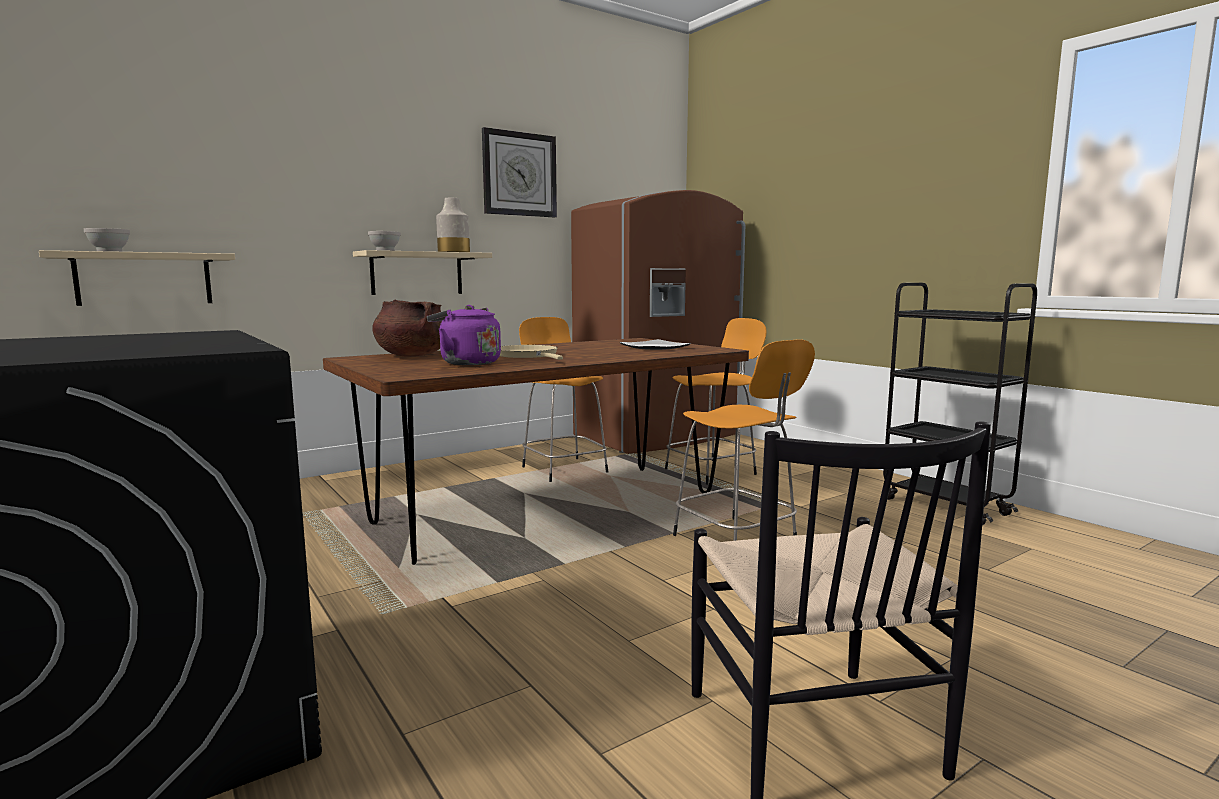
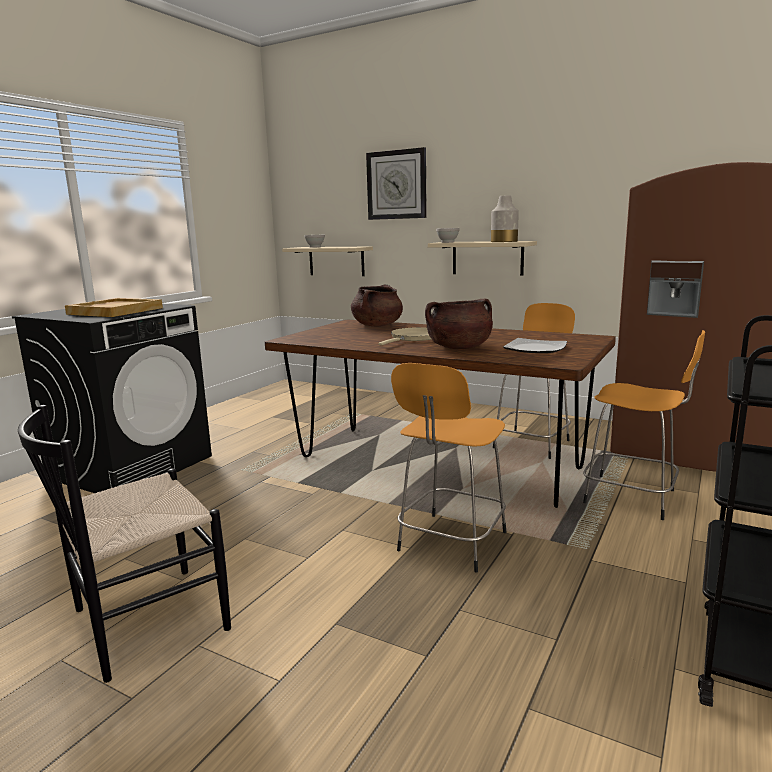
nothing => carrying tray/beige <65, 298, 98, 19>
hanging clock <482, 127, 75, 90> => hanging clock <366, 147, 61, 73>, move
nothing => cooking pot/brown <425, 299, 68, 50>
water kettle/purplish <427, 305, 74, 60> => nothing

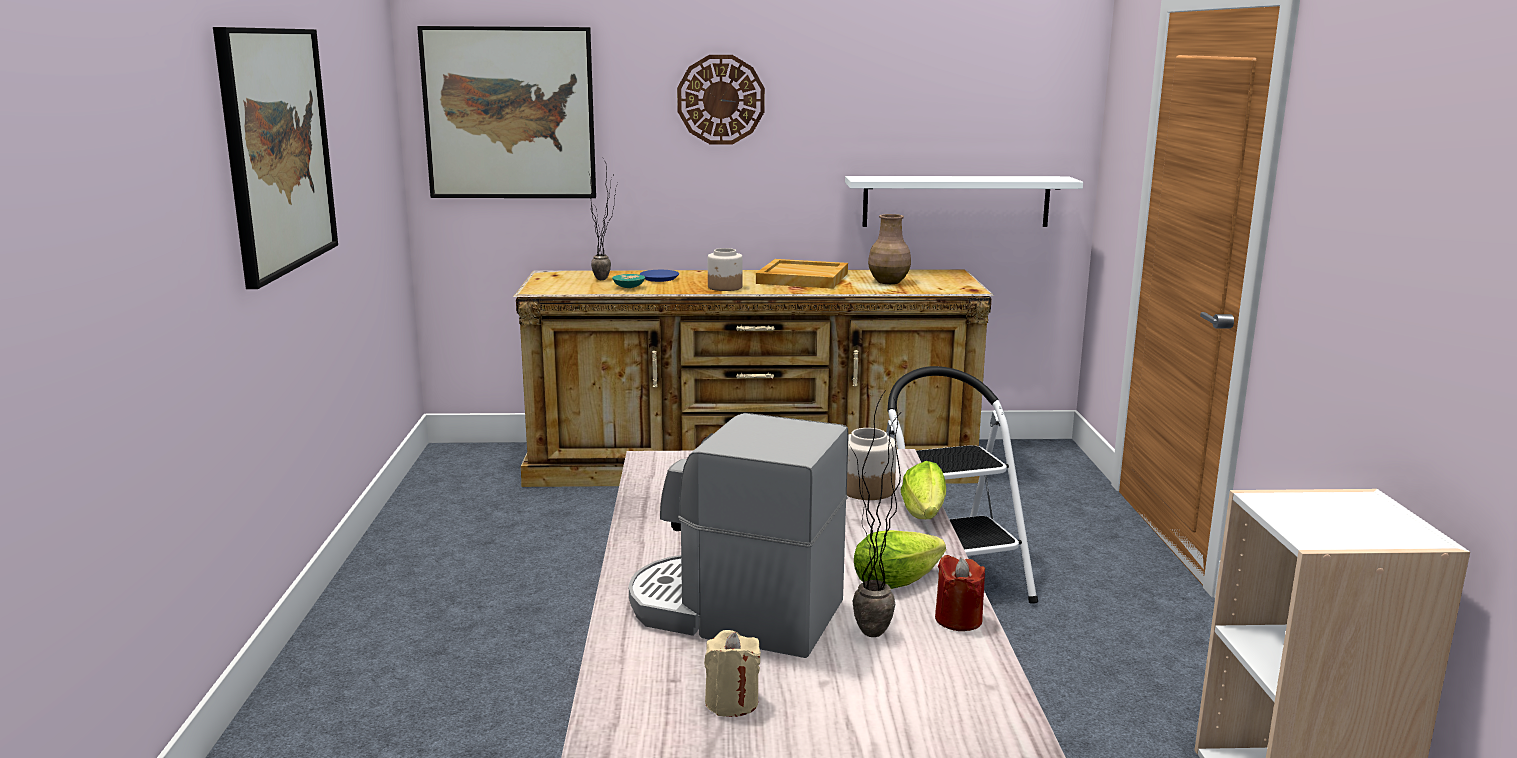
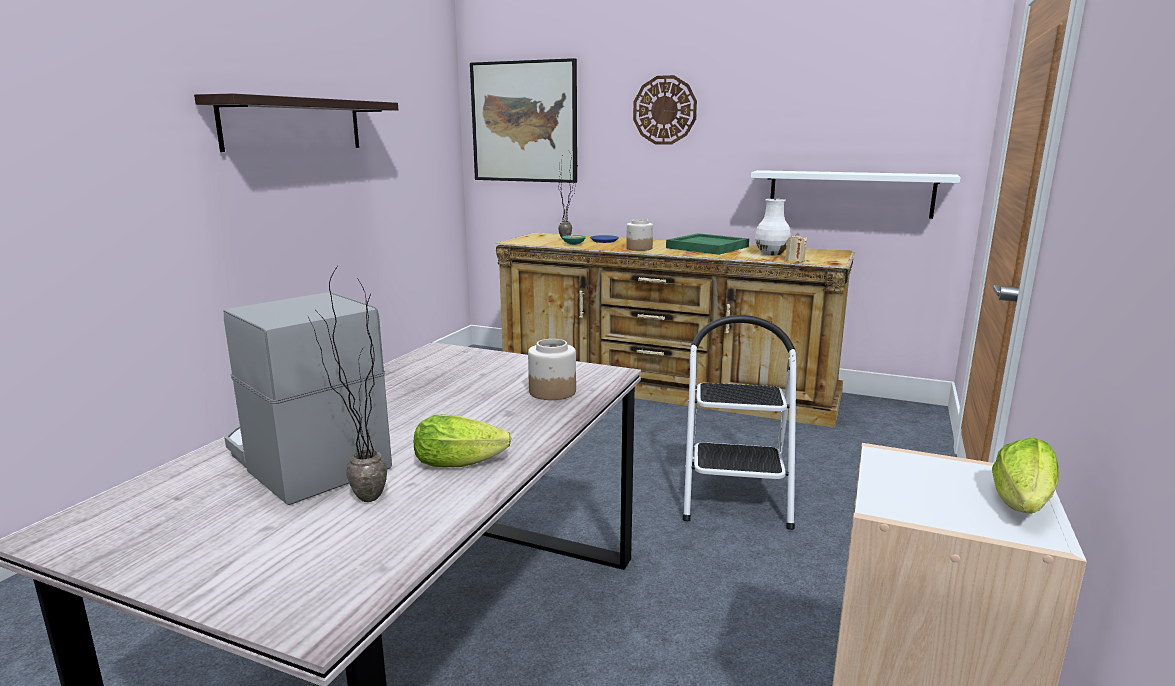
wall art <213, 27, 125, 262> => bracket shelf <194, 93, 204, 59>
carrying tray/beige <756, 259, 92, 30> => carrying tray/greenish <666, 233, 83, 22>
flower vase/brown <868, 214, 43, 70> => flower vase/white <755, 199, 36, 56>
wax candle/beige <704, 630, 57, 87> => wax candle/beige <785, 233, 22, 29>, move
head of lettuce <901, 461, 45, 58> => head of lettuce <992, 437, 67, 77>, move
wax candle/red-coloured <935, 555, 50, 76> => nothing

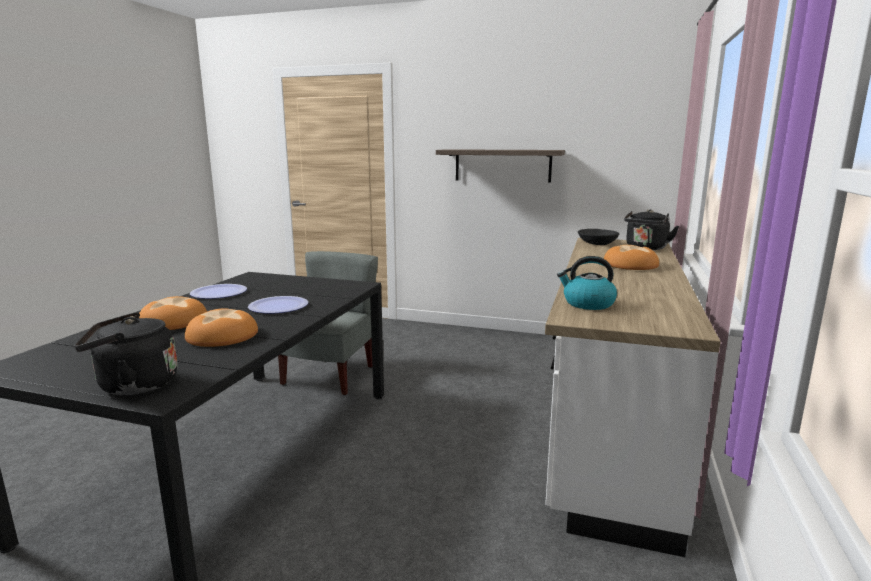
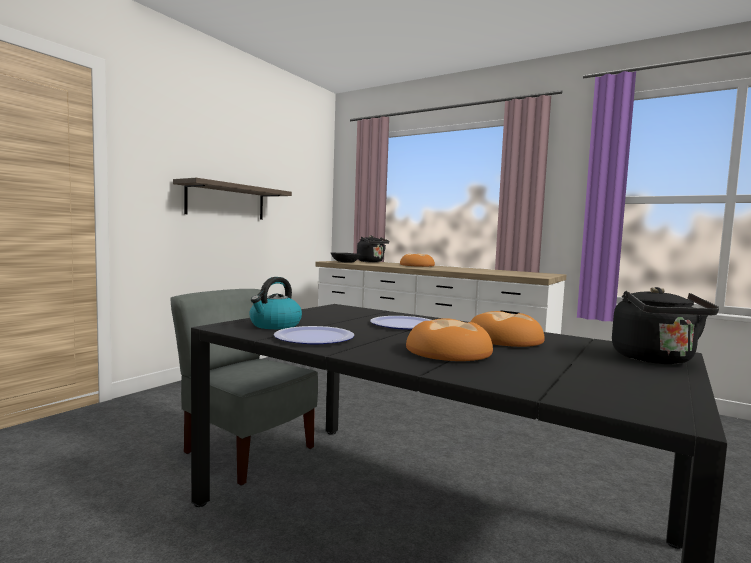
water kettle <557, 256, 60, 54> => water kettle <249, 277, 53, 52>, move

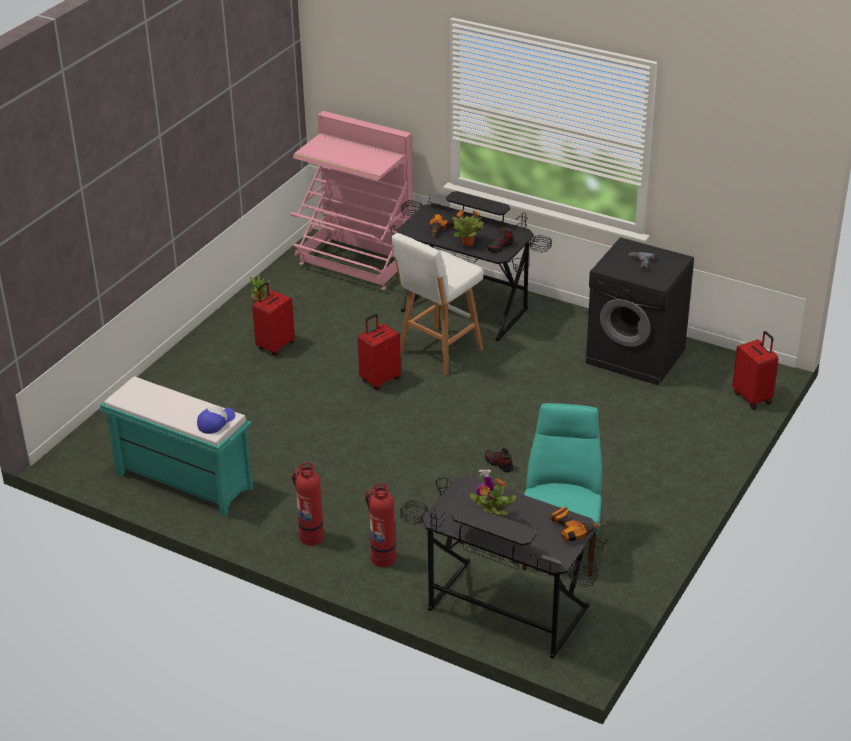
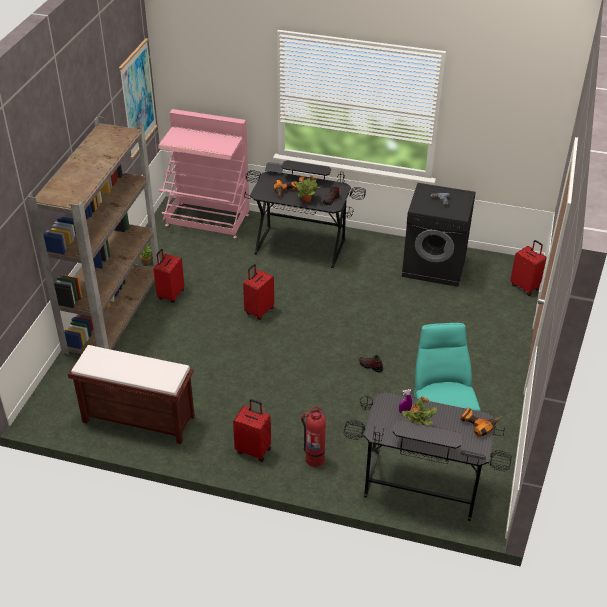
nothing => shelving unit/brown <27, 116, 133, 238>
long seat/turquoise-coloured <100, 376, 153, 140> => long seat/brown <68, 345, 127, 99>
nothing => wall art <119, 38, 38, 121>
fire extinguisher <292, 463, 32, 83> => travel case/red-coloured <233, 399, 38, 63>
peaked cap <197, 406, 38, 28> => nothing
stool/white <392, 233, 91, 142> => nothing

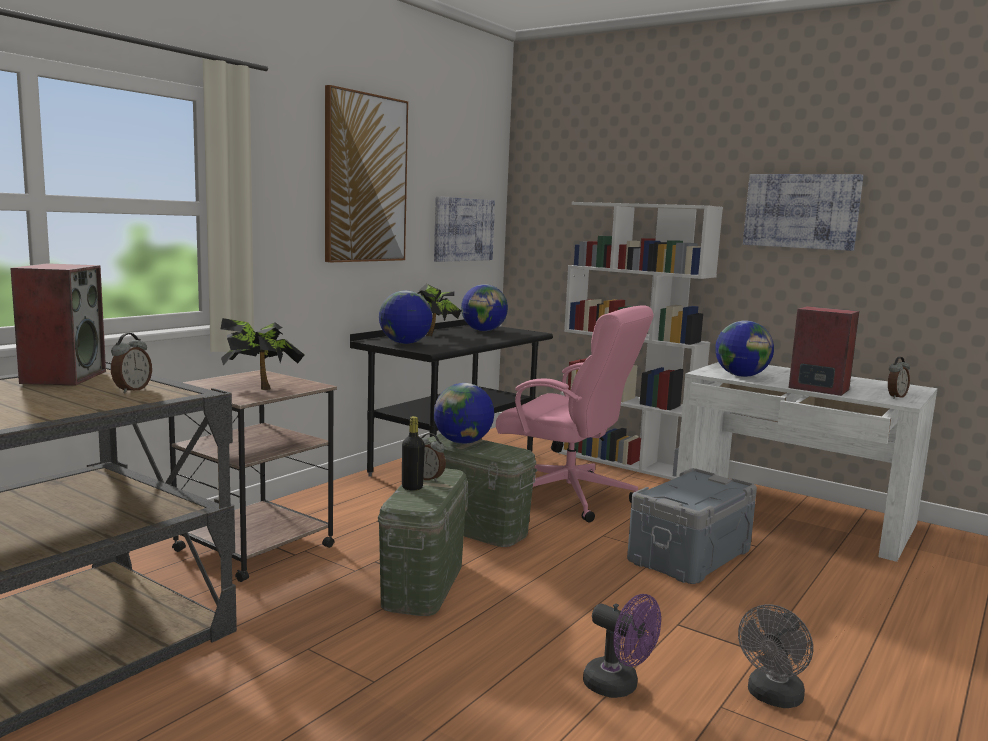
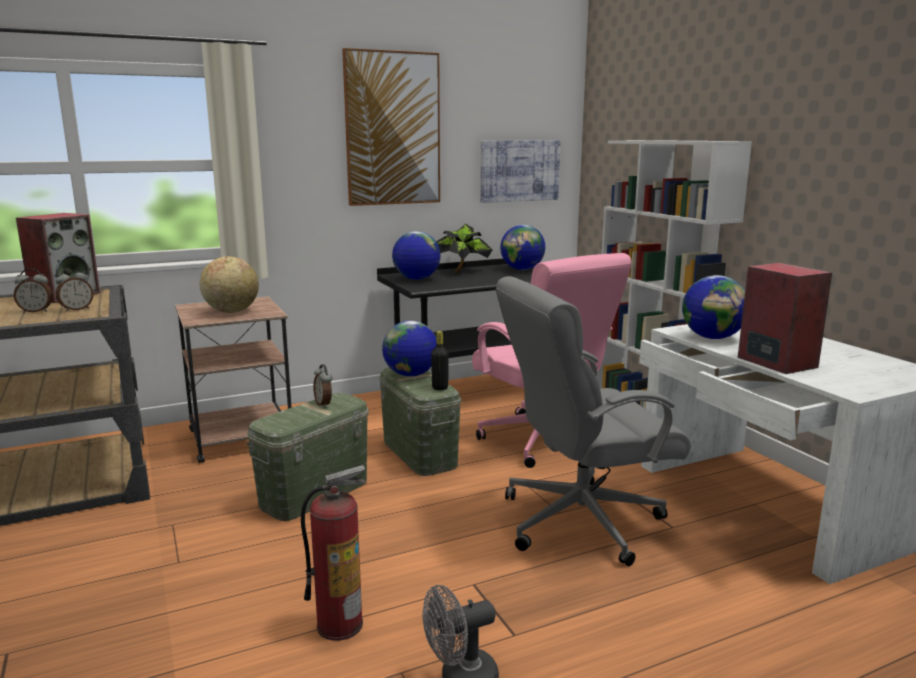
alarm clock <888, 357, 22, 42> => alarm clock <14, 269, 39, 44>, move
houseplant <221, 318, 84, 72> => desk globe <200, 256, 59, 57>
cooling fan/purplish <583, 594, 78, 104> => fire extinguisher <301, 465, 65, 176>
beverage bottle/blackish <402, 416, 23, 75> => beverage bottle/blackish <431, 331, 18, 59>, move
storage container/grey <627, 468, 130, 116> => desk chair/grey <496, 276, 195, 290>
wall art <743, 174, 120, 77> => nothing

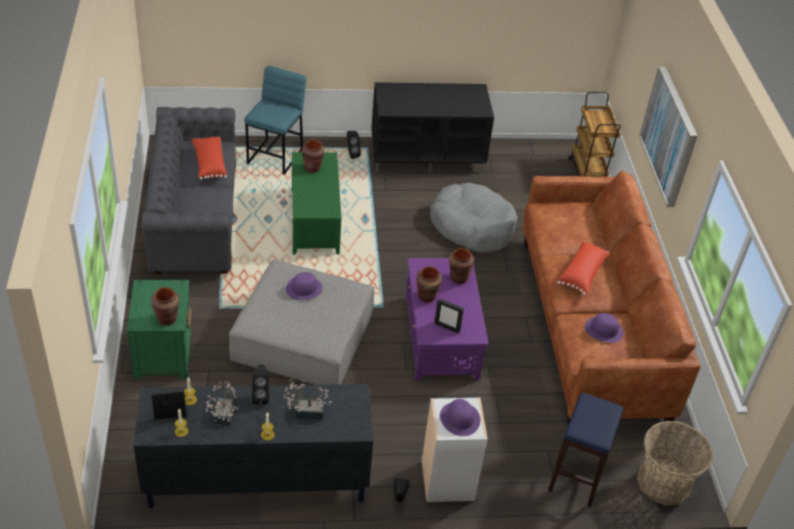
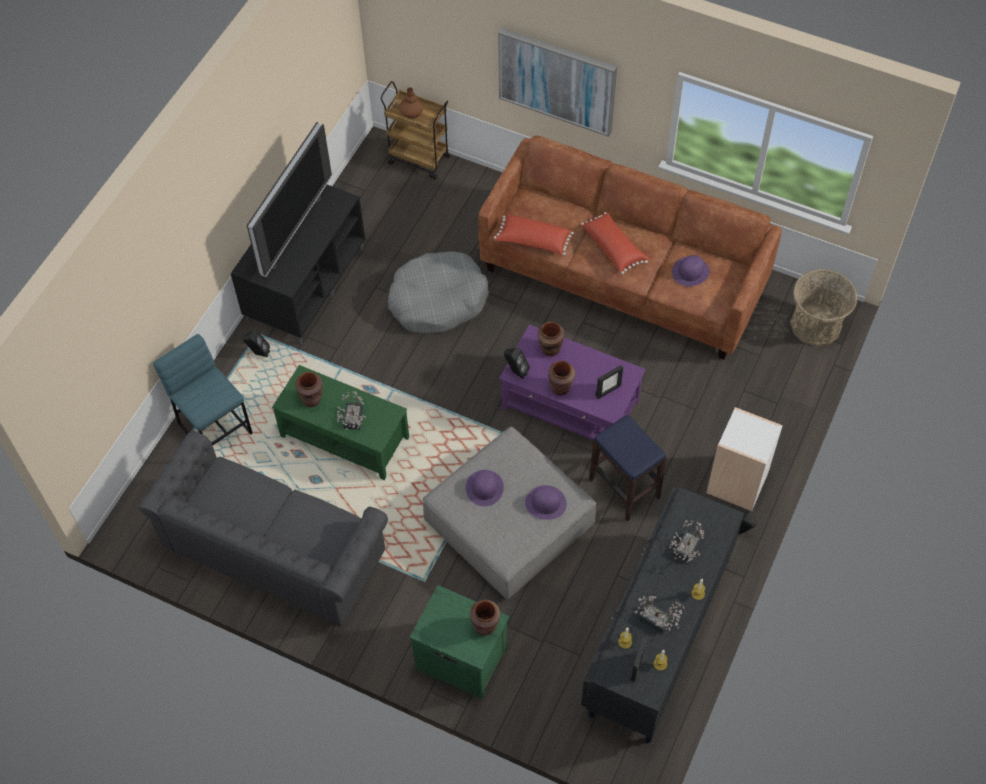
nothing => TV set <247, 122, 85, 155>
nothing => houseplant <337, 391, 29, 39>
nothing => flower vase/brown <399, 87, 24, 31>
cushion/red-coloured <191, 137, 36, 43> => cushion/red-coloured <494, 215, 80, 40>, move
loudspeaker/blackish <252, 364, 17, 41> => loudspeaker/blackish <504, 348, 26, 31>, move
wearable hat/purplish <440, 399, 40, 37> => wearable hat/purplish <525, 485, 42, 35>, move
stool <548, 393, 75, 114> => stool <589, 415, 77, 107>, move

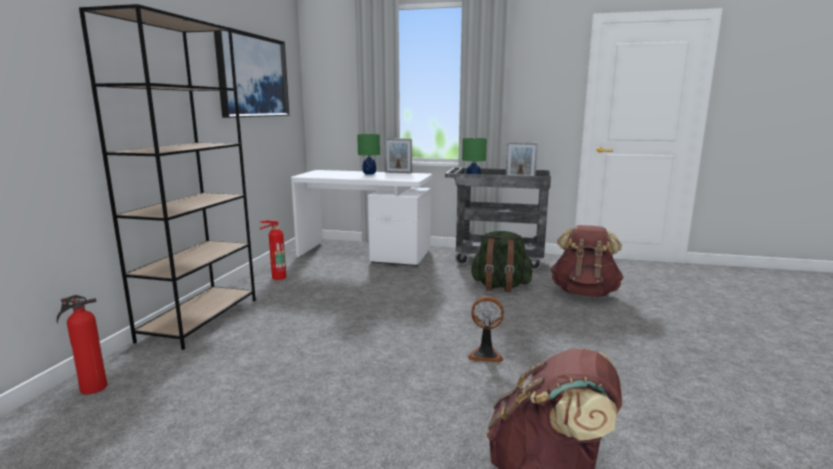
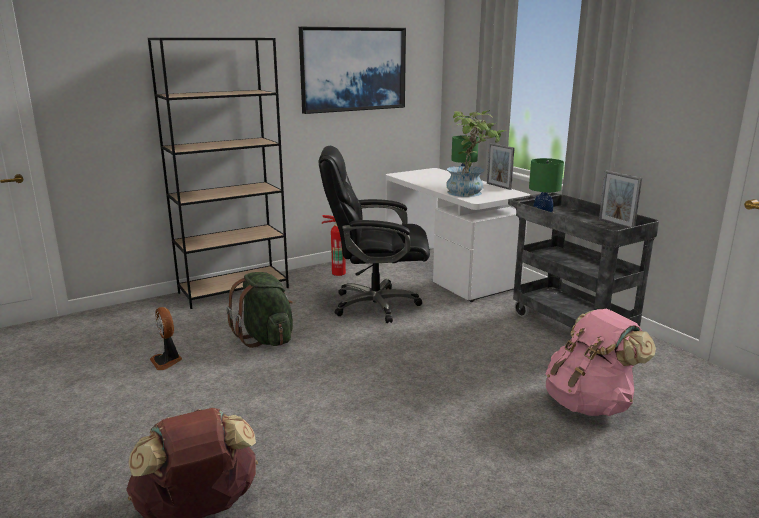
cooling fan <468, 296, 36, 67> => cooling fan <150, 307, 32, 63>, move
rucksack/greenish <470, 231, 63, 61> => rucksack/greenish <227, 272, 66, 76>, move
nothing => desk chair/blackish <319, 146, 111, 177>
nothing => houseplant <446, 110, 59, 87>
rucksack/brown <551, 225, 72, 72> => rucksack/pinkish <545, 309, 111, 107>
fire extinguisher <57, 295, 50, 100> => nothing

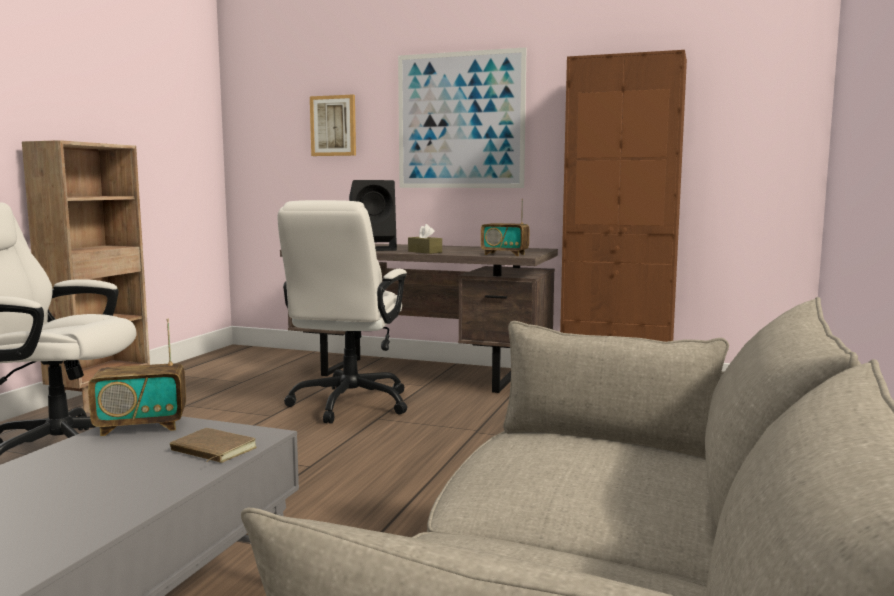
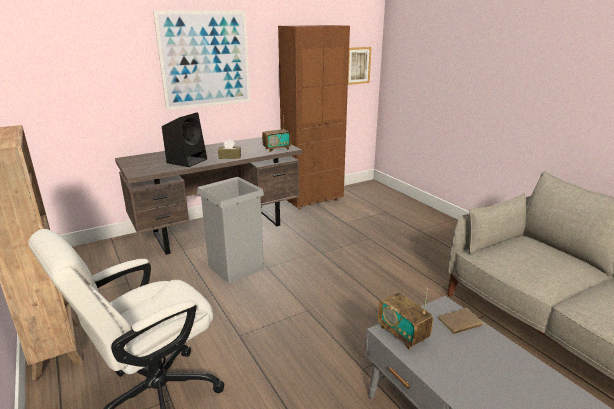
desk chair/white <278, 200, 129, 224> => waste bin/grey <197, 177, 67, 107>
wall art <310, 95, 46, 61> => wall art <348, 47, 24, 38>, move
radio receiver <88, 319, 98, 117> => radio receiver <378, 289, 55, 61>, 120 degrees clockwise

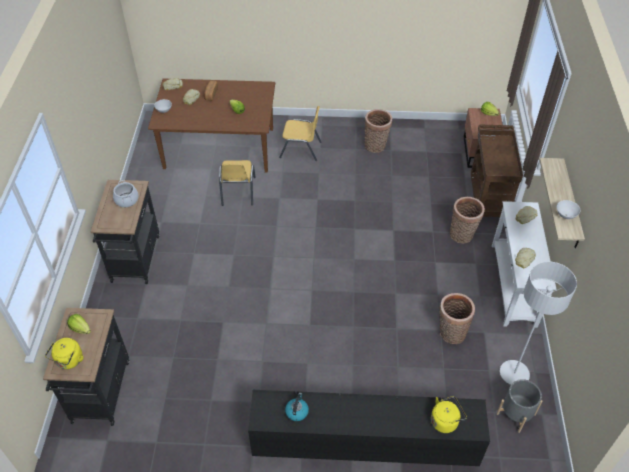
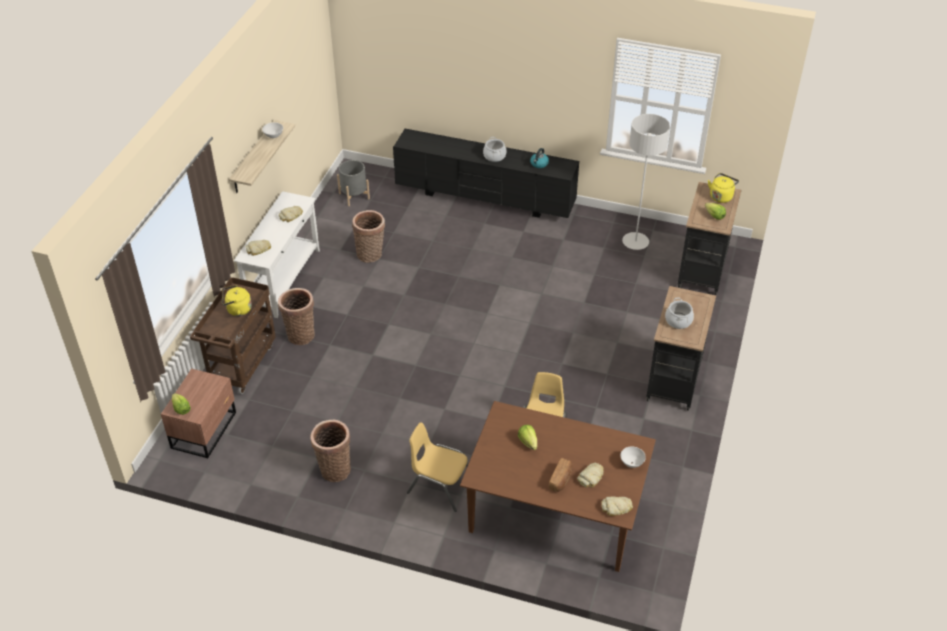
water kettle/yellowish <431, 396, 36, 37> => water kettle/yellowish <222, 285, 30, 31>, move
nothing => cooking pot <483, 137, 23, 25>
floor lamp/grey <500, 261, 77, 124> => floor lamp/grey <622, 114, 48, 136>, move

